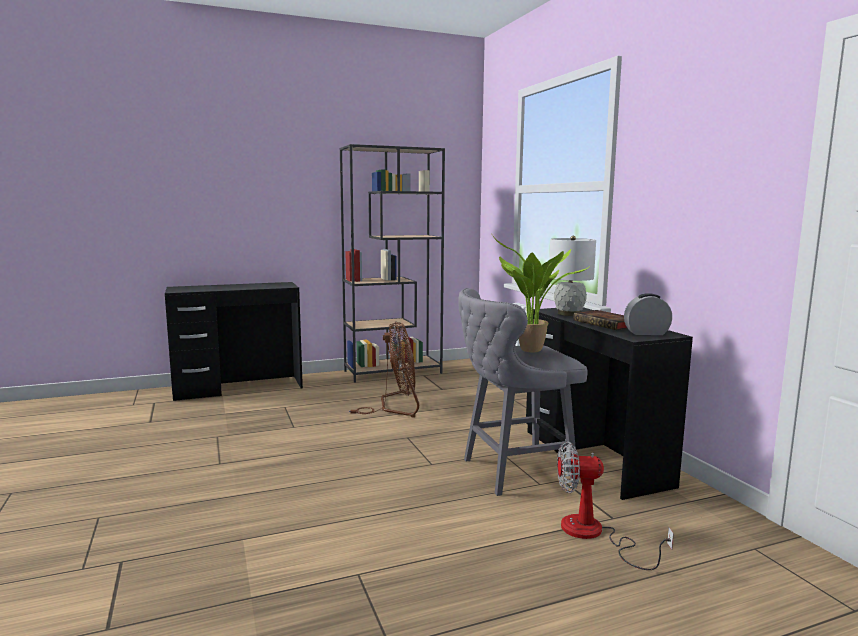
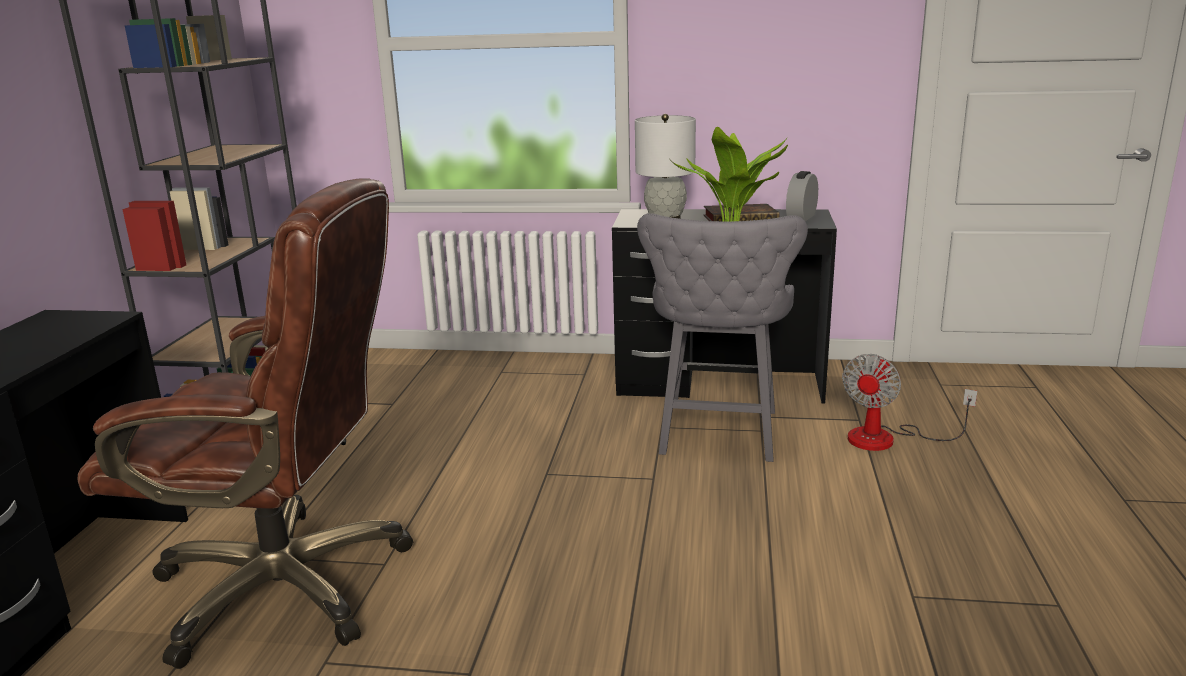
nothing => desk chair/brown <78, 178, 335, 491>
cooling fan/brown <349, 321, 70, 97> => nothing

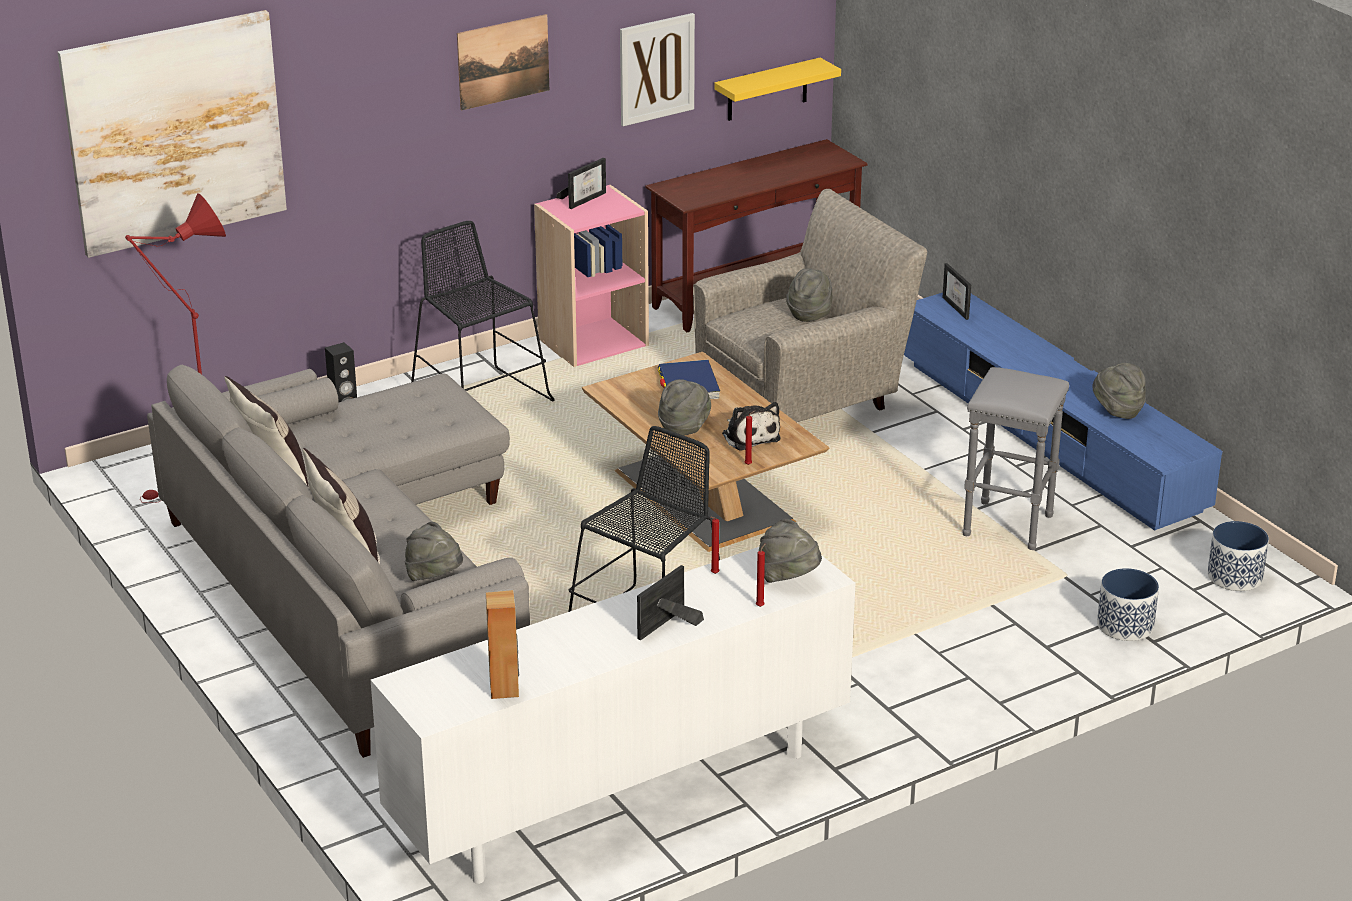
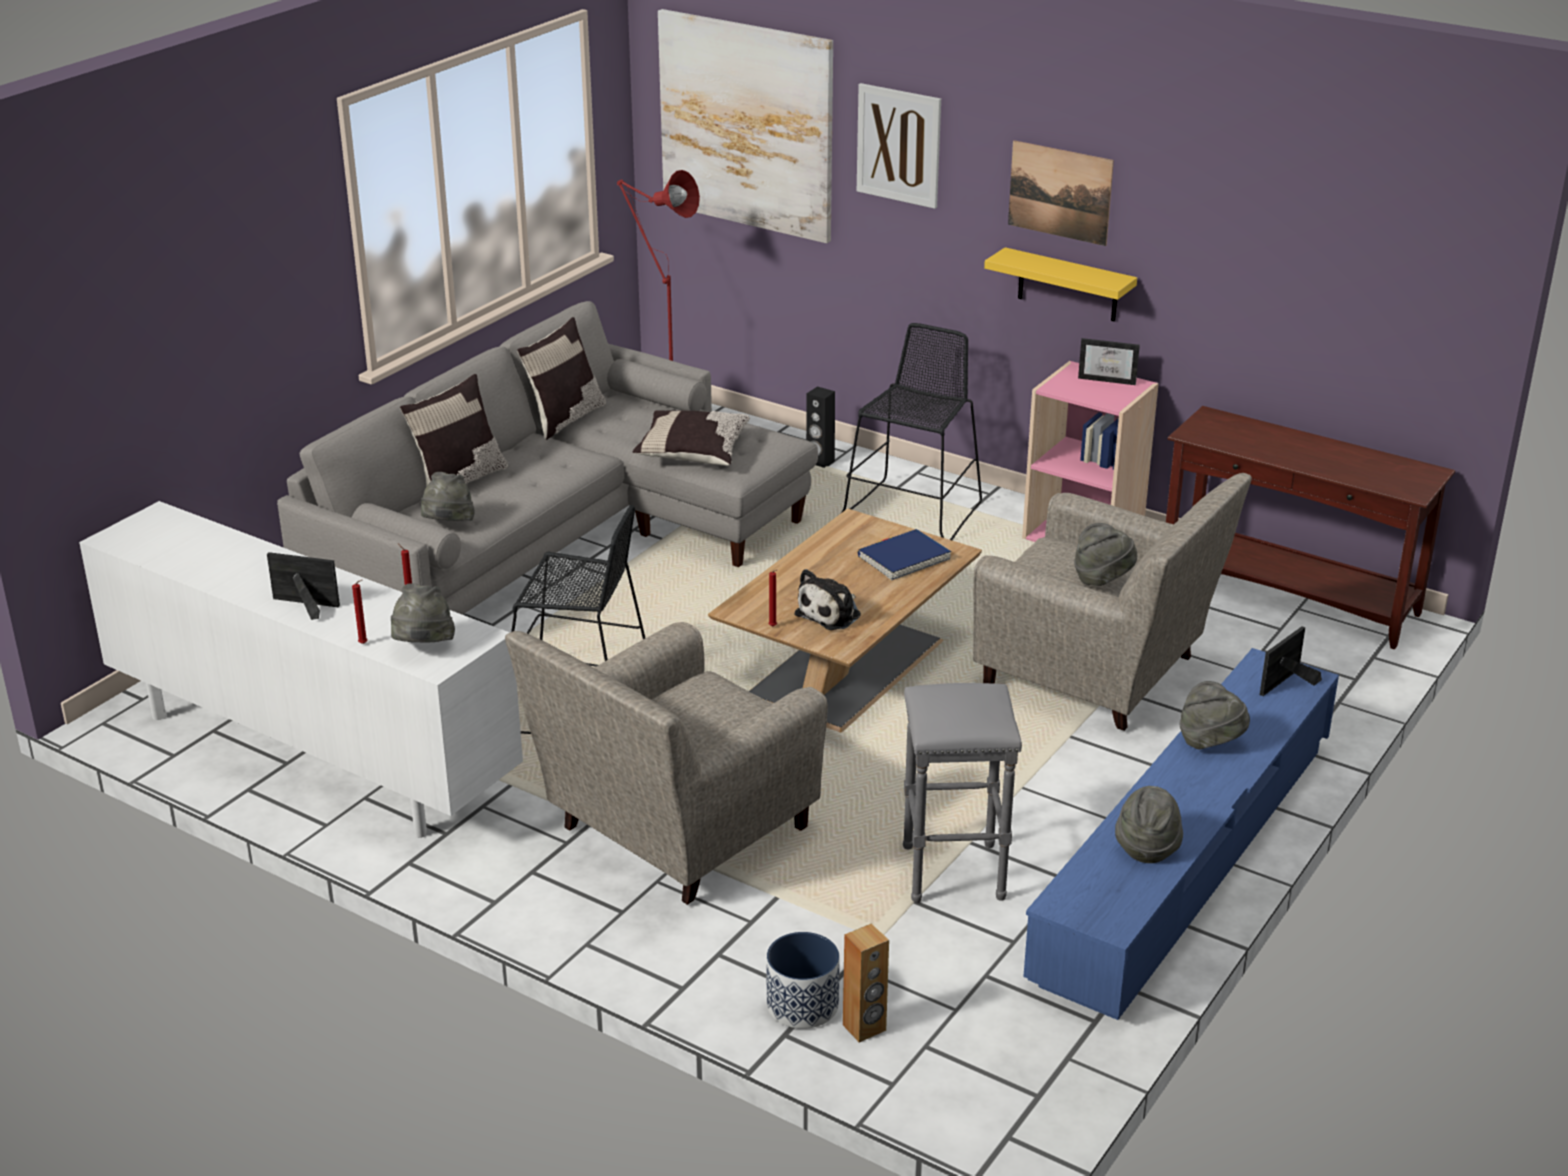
nothing => lounge chair/beige <505, 622, 323, 283>
nothing => cushion <633, 410, 117, 56>
loudspeaker/brown <486, 590, 33, 109> => loudspeaker/brown <843, 924, 46, 118>, move
wall art <620, 13, 75, 113> => wall art <857, 83, 84, 126>, move
bracket shelf/yellowish <714, 58, 127, 63> => bracket shelf/yellowish <984, 247, 153, 75>, move
wearable hat/grey <658, 379, 53, 57> => wearable hat/grey <1180, 681, 70, 69>, move
planter <1207, 521, 62, 70> => nothing

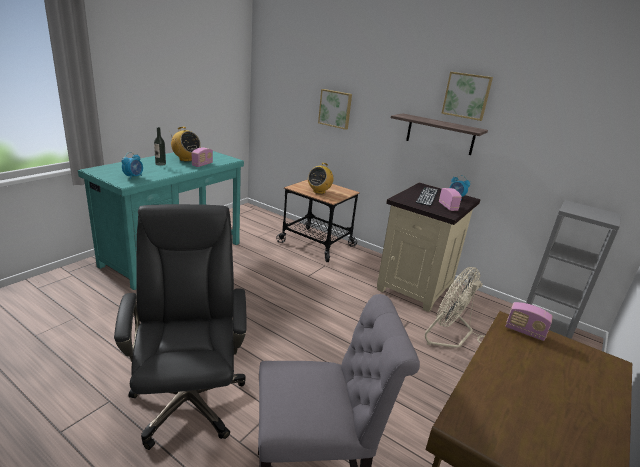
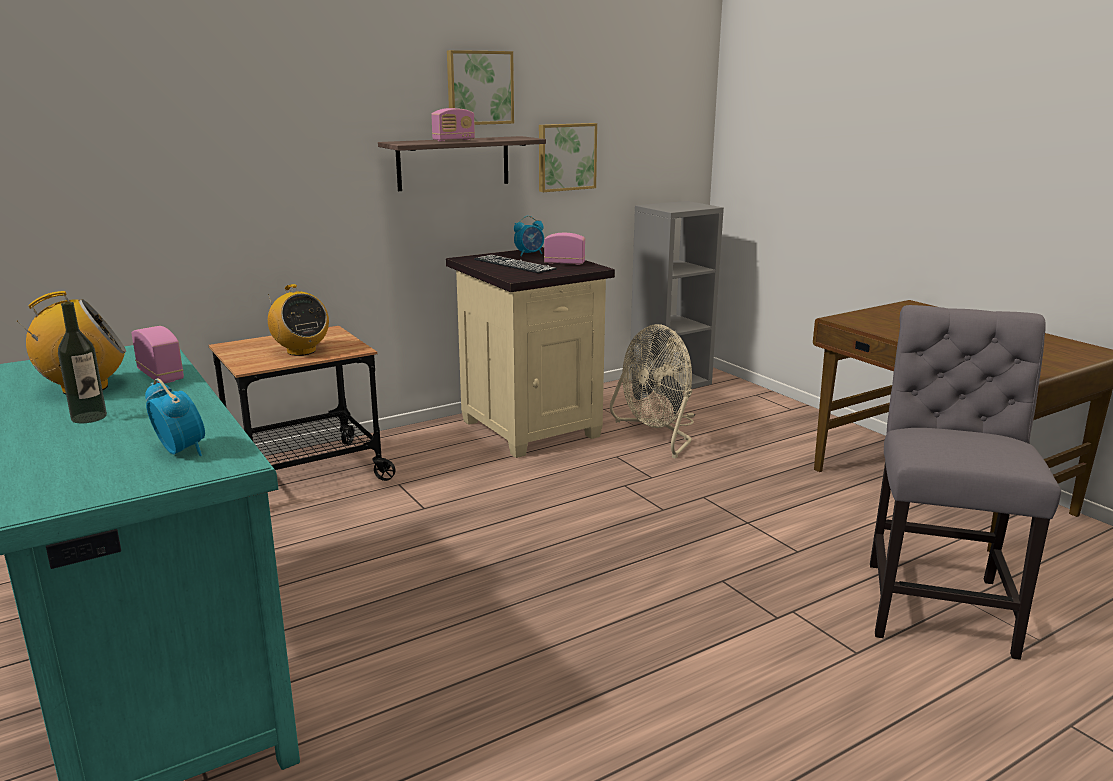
radio receiver <505, 302, 48, 39> => radio receiver <431, 108, 44, 33>, move
wall art <318, 89, 34, 41> => wall art <539, 123, 58, 69>, move
desk chair/blackish <114, 204, 133, 246> => nothing

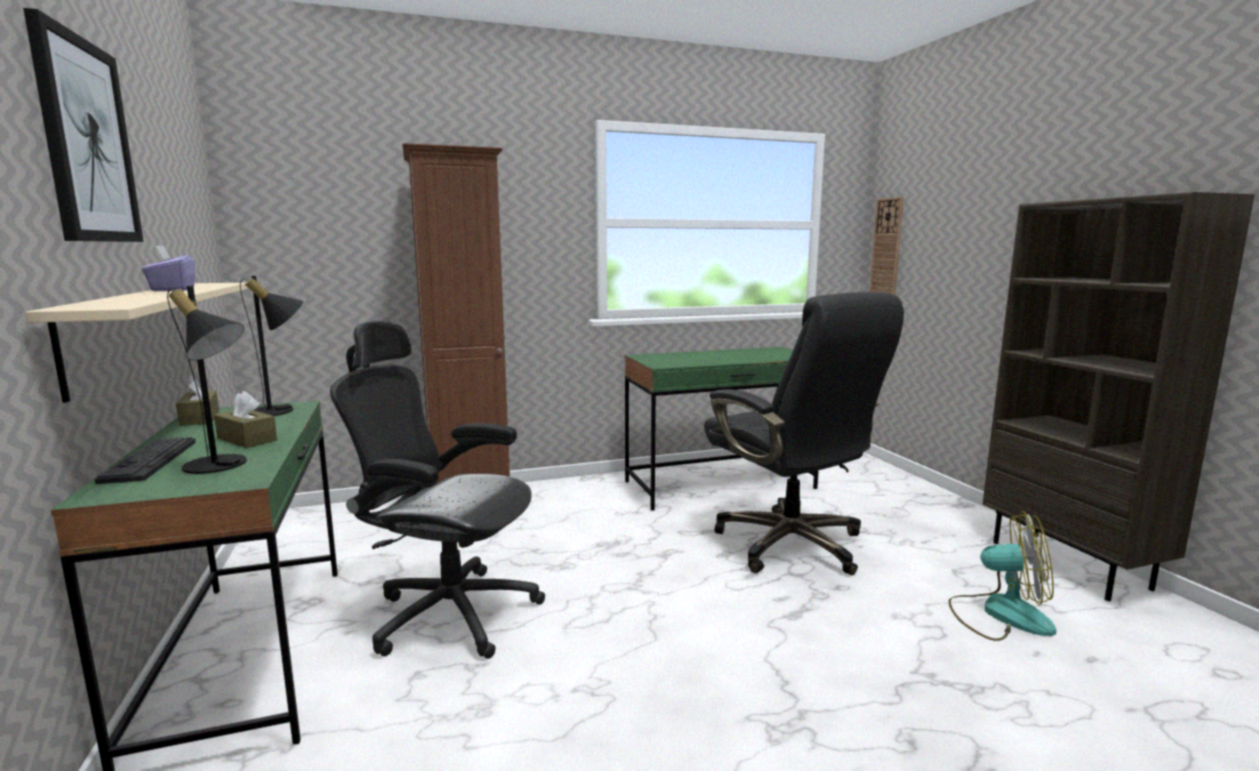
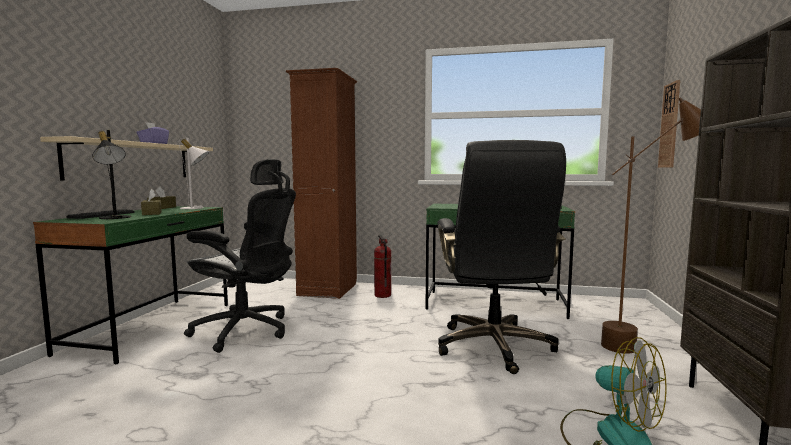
tabletop lamp/blackish <240, 276, 63, 140> => tabletop lamp/white <179, 138, 30, 71>
desk chair <330, 321, 215, 338> => desk chair <184, 159, 112, 194>, 150 degrees clockwise
nothing => fire extinguisher <374, 235, 17, 63>
nothing => floor lamp/brown <601, 97, 100, 257>
wall art <23, 8, 121, 234> => nothing

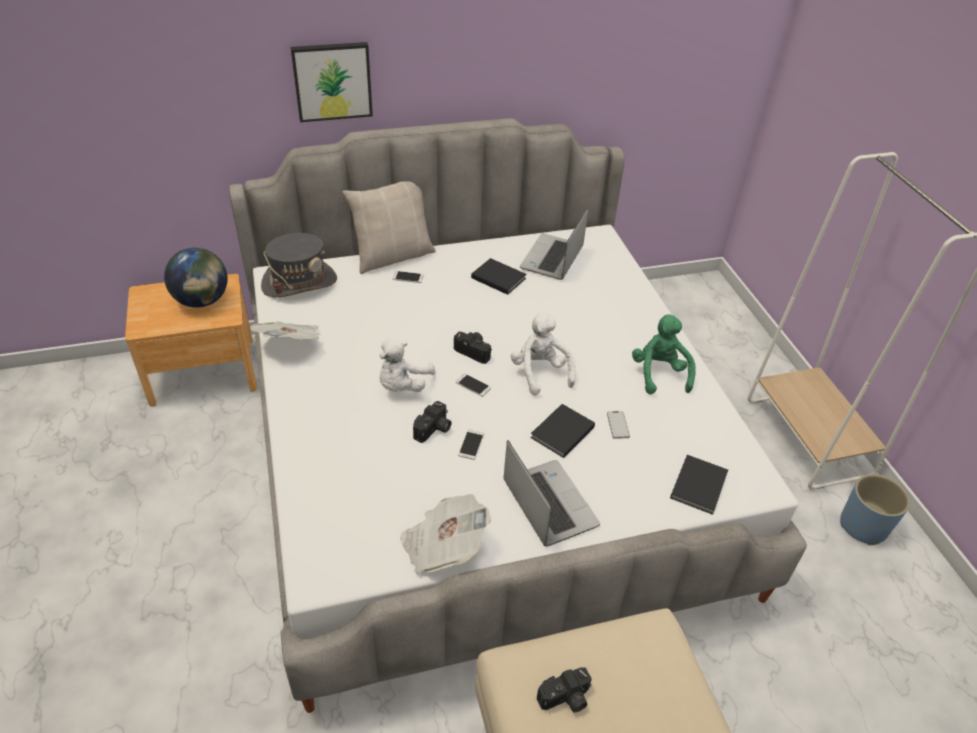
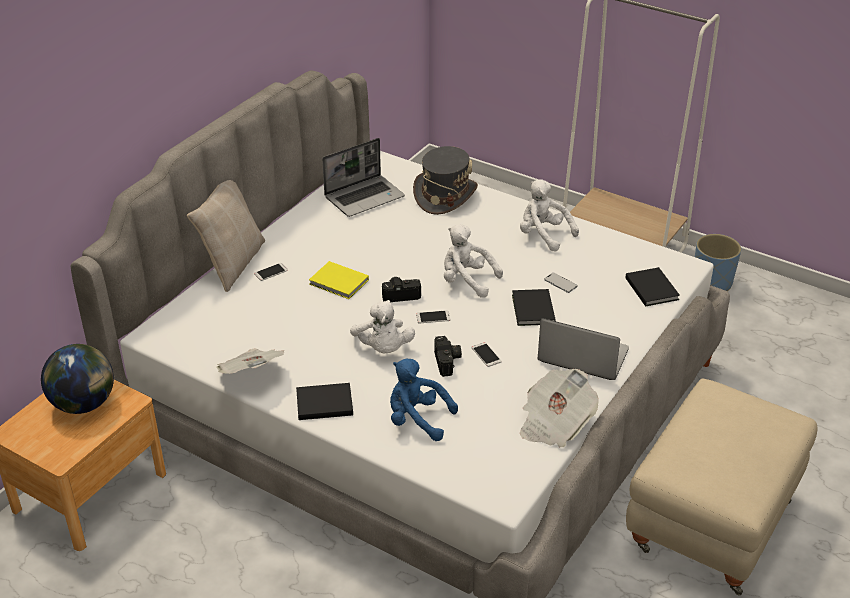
book/blackish <471, 258, 55, 37> => book/blackish <296, 383, 57, 37>, move
nothing => book/yellowish <309, 261, 60, 38>
portable computer <520, 209, 68, 71> => portable computer <322, 138, 83, 79>, 105 degrees counterclockwise
nothing => plush toy/bluish <390, 358, 68, 83>
wearable hat/grey <261, 233, 76, 64> => wearable hat/grey <413, 146, 65, 69>, move
plush toy/greenish <632, 314, 64, 80> => plush toy/white <520, 179, 59, 73>
wall art <291, 42, 82, 80> => nothing
photo camera <537, 667, 55, 46> => nothing

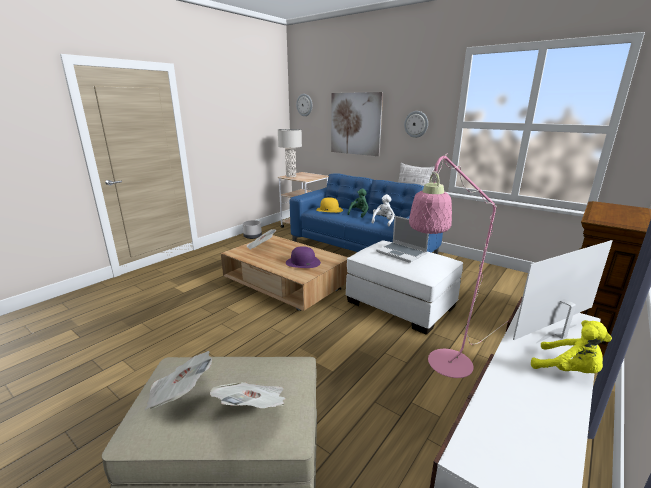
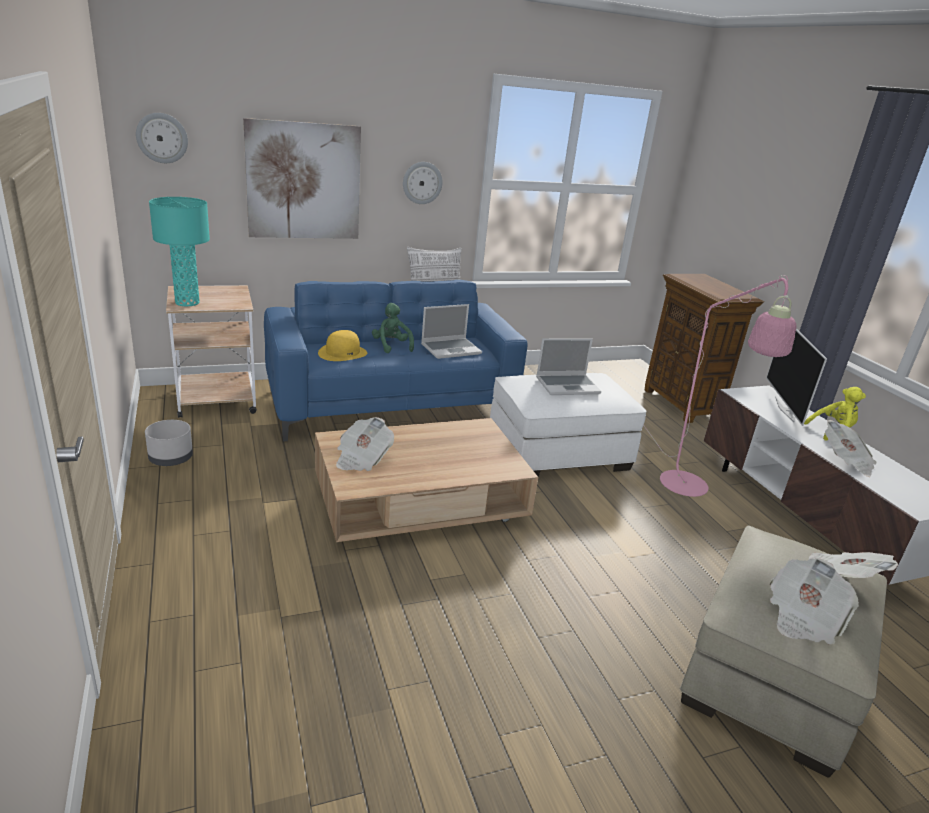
tabletop lamp/white <278, 129, 24, 48> => tabletop lamp/turquoise-coloured <149, 197, 61, 109>
plush toy/white <371, 194, 24, 32> => portable computer <421, 304, 61, 55>
nothing => printed paper <825, 420, 52, 57>
wearable hat/purplish <286, 246, 35, 22> => nothing

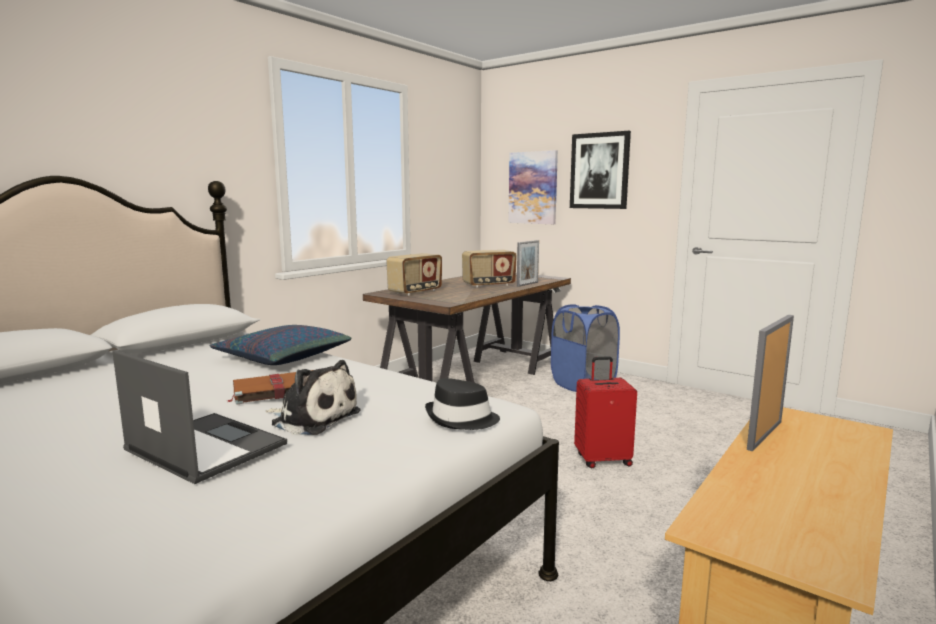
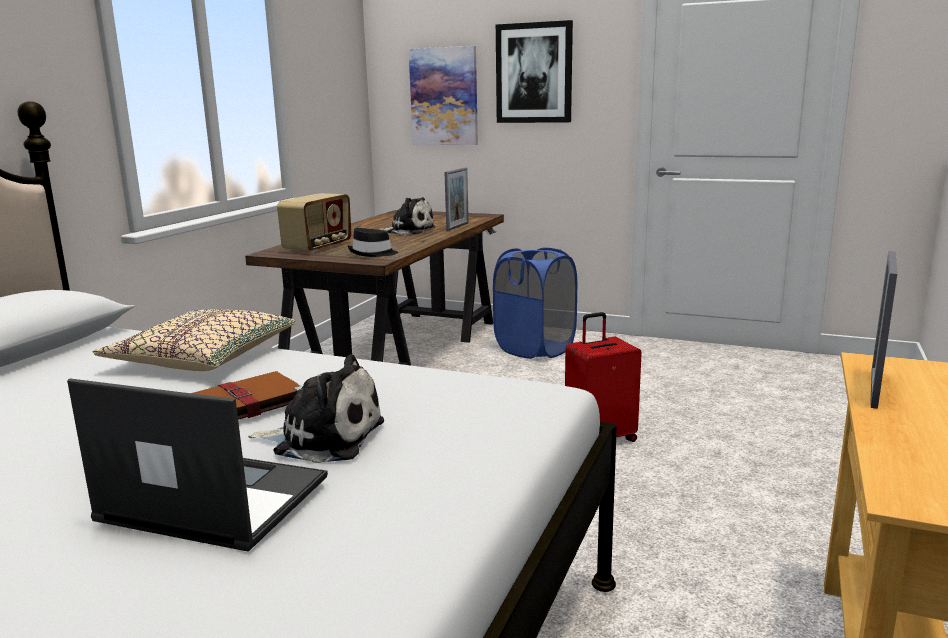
cushion/bluish <210, 325, 141, 40> => cushion/beige <93, 309, 202, 62>
wearable hat/blackish <425, 378, 75, 52> => wearable hat/blackish <348, 228, 50, 29>, move
radio receiver <462, 250, 55, 37> => plush toy <378, 197, 57, 38>

